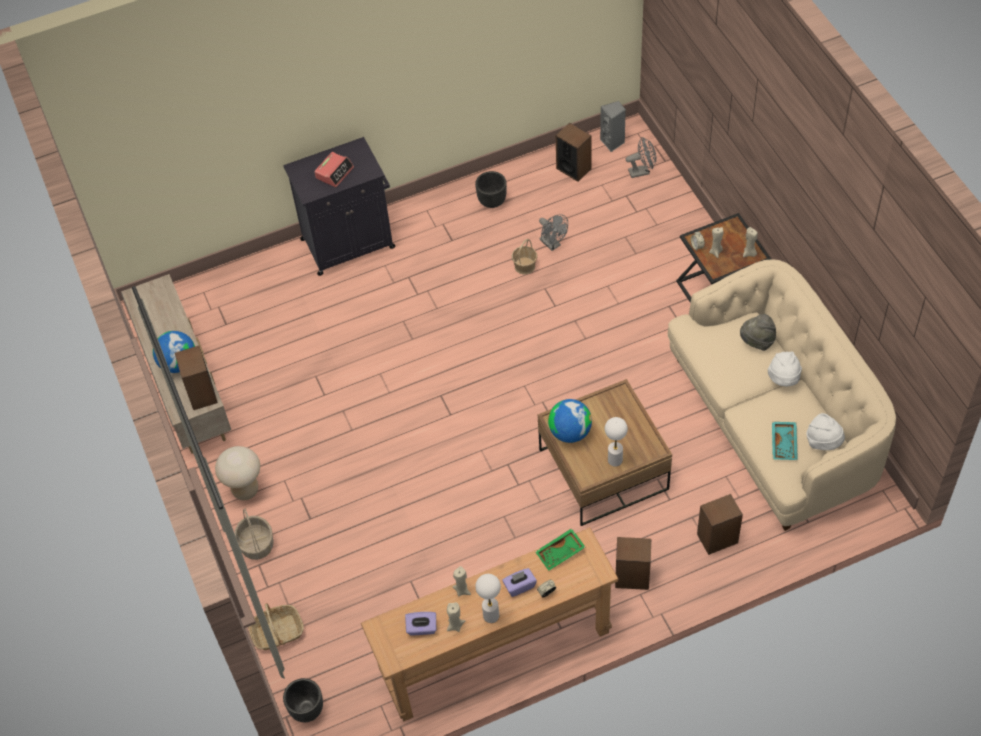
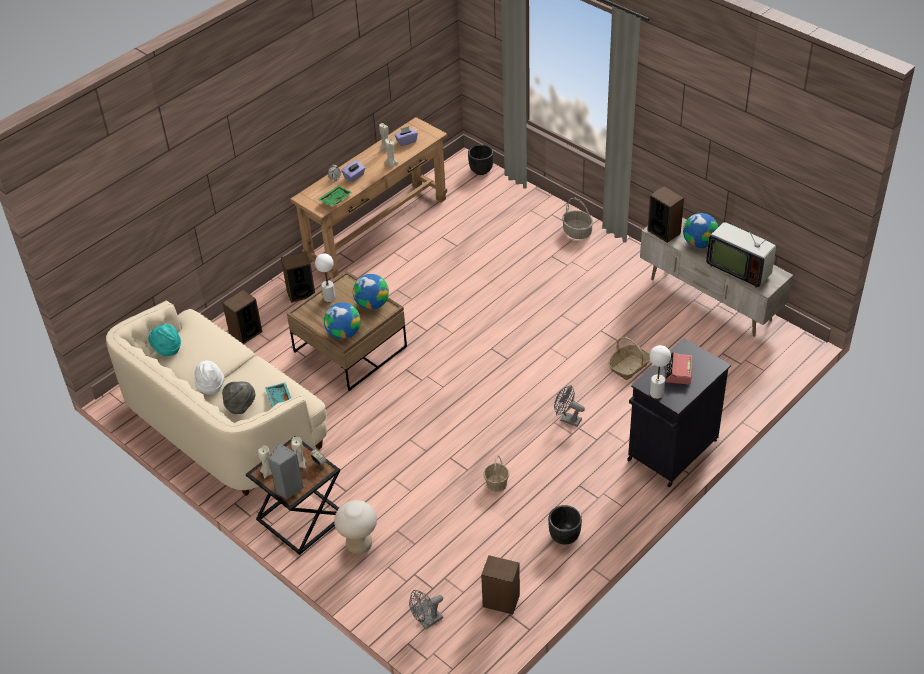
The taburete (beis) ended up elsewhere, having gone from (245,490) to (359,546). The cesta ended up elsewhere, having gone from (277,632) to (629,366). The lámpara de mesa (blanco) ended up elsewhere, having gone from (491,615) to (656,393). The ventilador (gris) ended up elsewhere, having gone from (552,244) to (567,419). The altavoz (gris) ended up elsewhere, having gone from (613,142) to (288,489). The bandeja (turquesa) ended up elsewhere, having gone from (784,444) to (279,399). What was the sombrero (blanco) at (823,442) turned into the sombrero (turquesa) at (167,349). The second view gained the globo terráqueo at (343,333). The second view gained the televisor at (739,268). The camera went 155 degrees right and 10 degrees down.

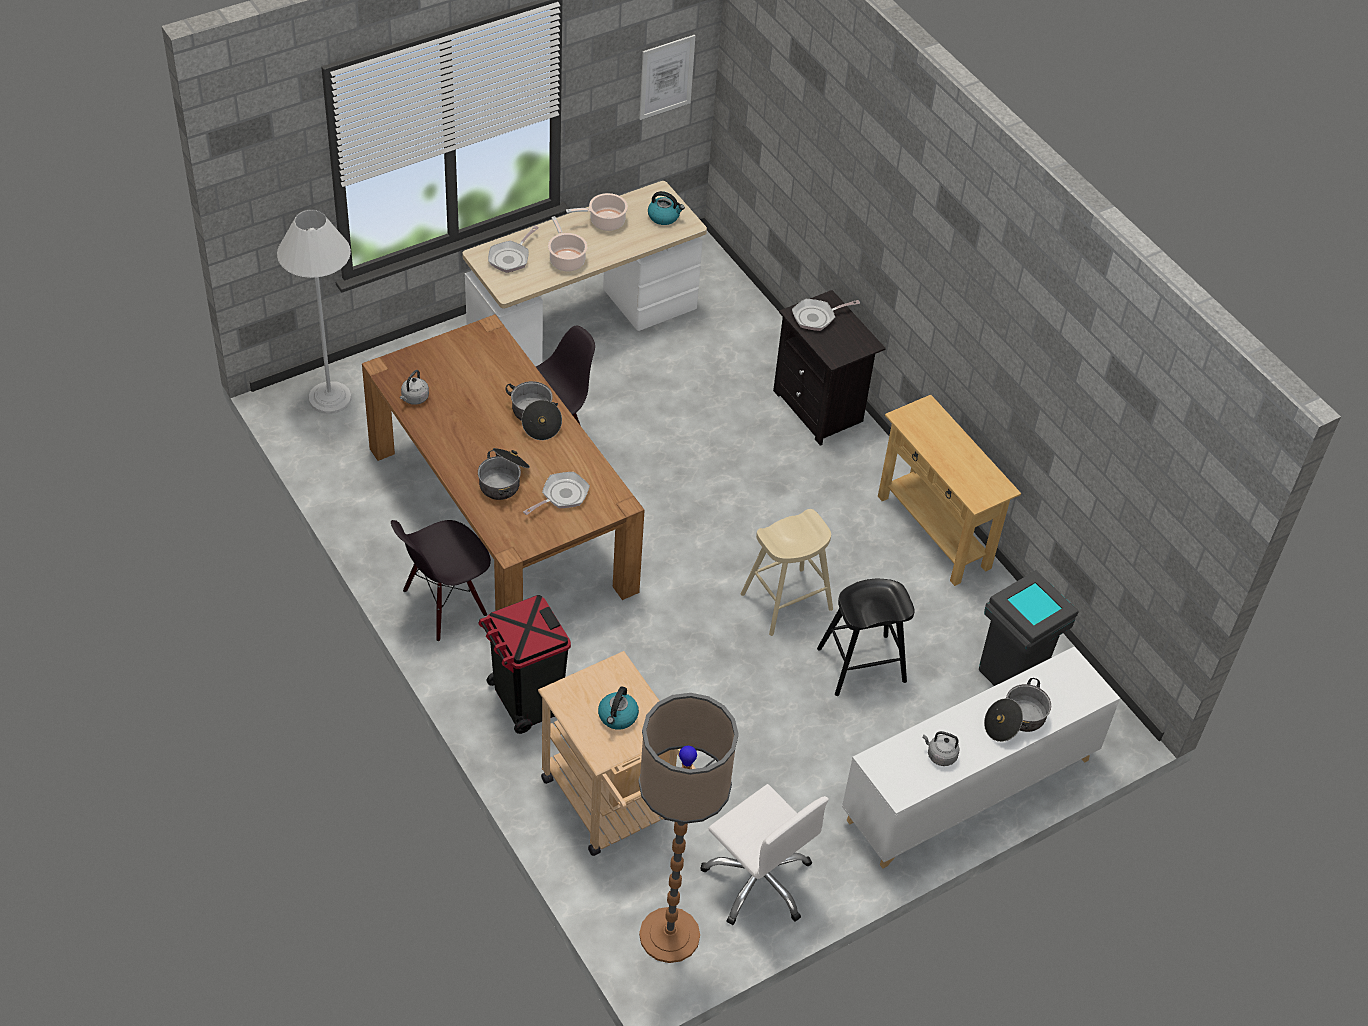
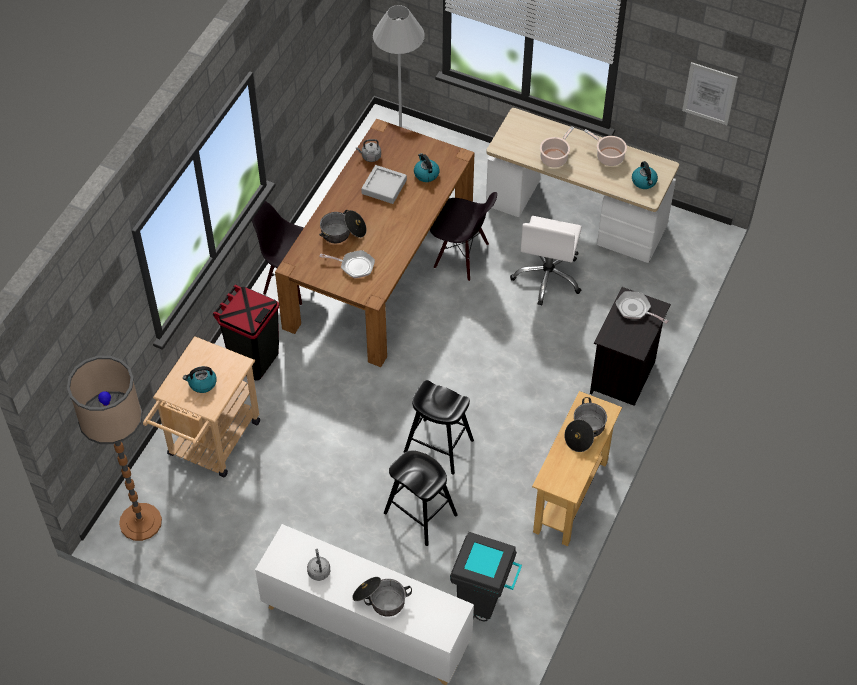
The second view lost the sartén at (511,257). The olla ended up elsewhere, having gone from (535,418) to (585,431). The silla de oficina (blanco) ended up elsewhere, having gone from (758,880) to (548,277). What was the taburete (beis) at (786,601) turned into the taburete (negro) at (439,446). The second view gained the bandeja (gris) at (384,187). The second view gained the hervidor at (426,174). The camera went 60 degrees right and 5 degrees up.

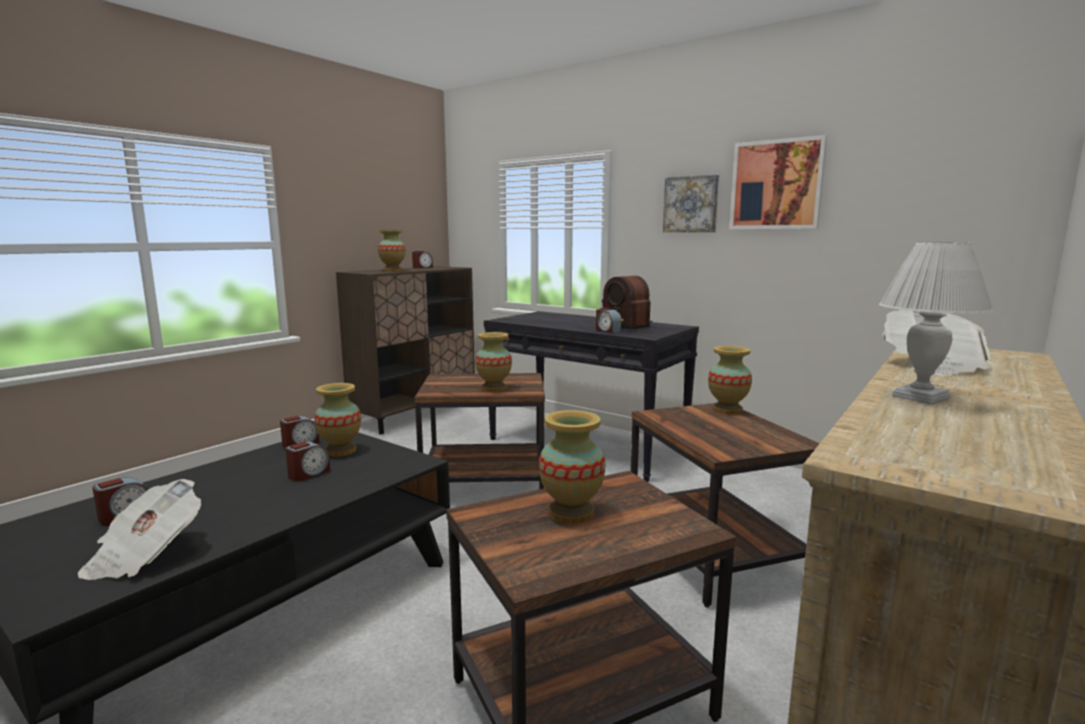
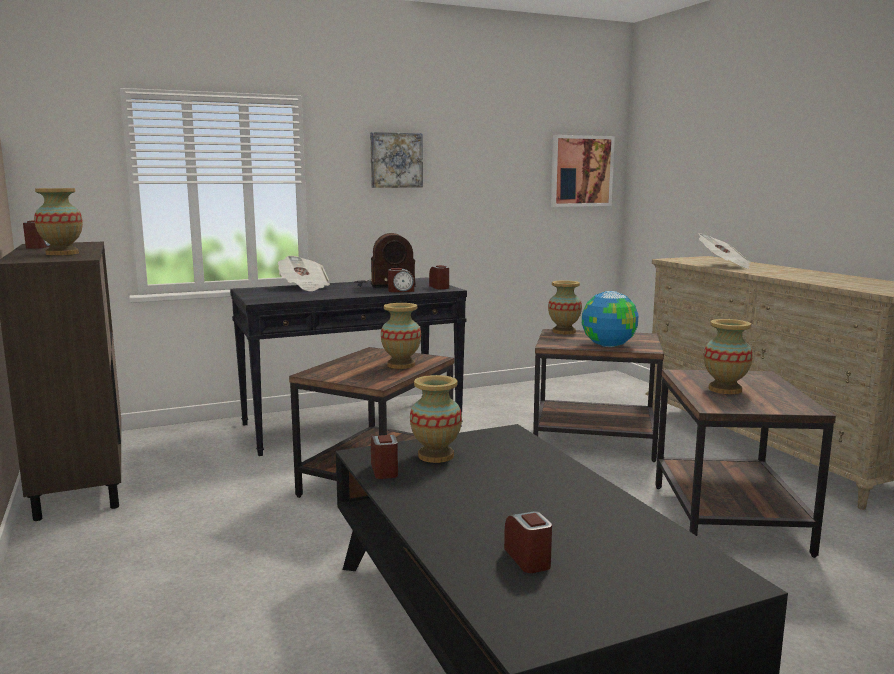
The periódico ended up elsewhere, having gone from (145,555) to (304,287). The despertador ended up elsewhere, having gone from (308,474) to (439,287). The cuadro ended up elsewhere, having gone from (776,185) to (581,171). The second view lost the lámpara de mesa (blanco) at (920,397). The second view gained the globo terráqueo at (607,345). The camera went 60 degrees left and 0 degrees up.

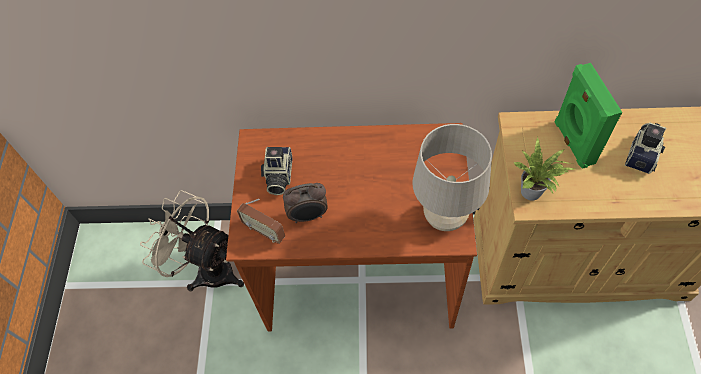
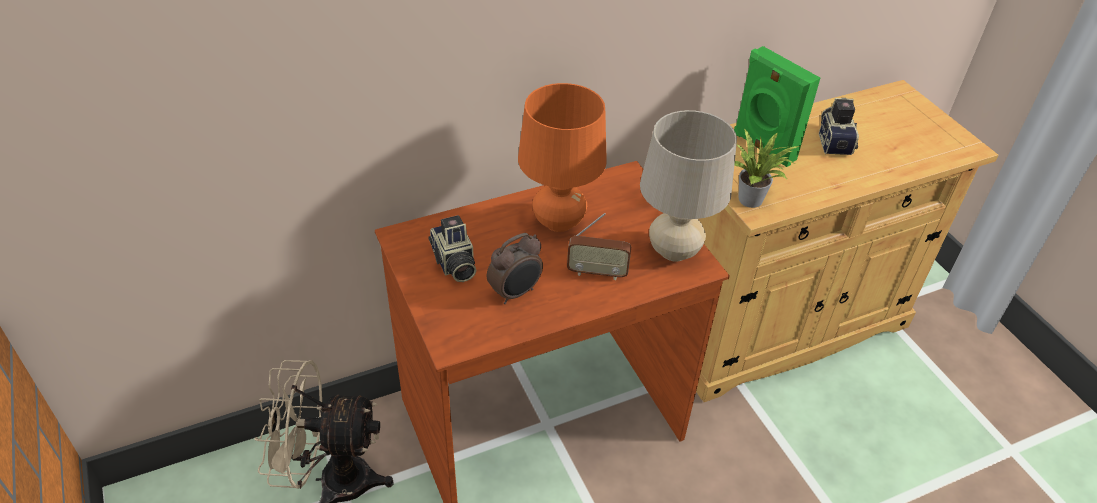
The radio ended up elsewhere, having gone from (264,231) to (597,272). The second view gained the lámpara de mesa (naranja) at (558,222). The camera went 30 degrees left and 15 degrees down.

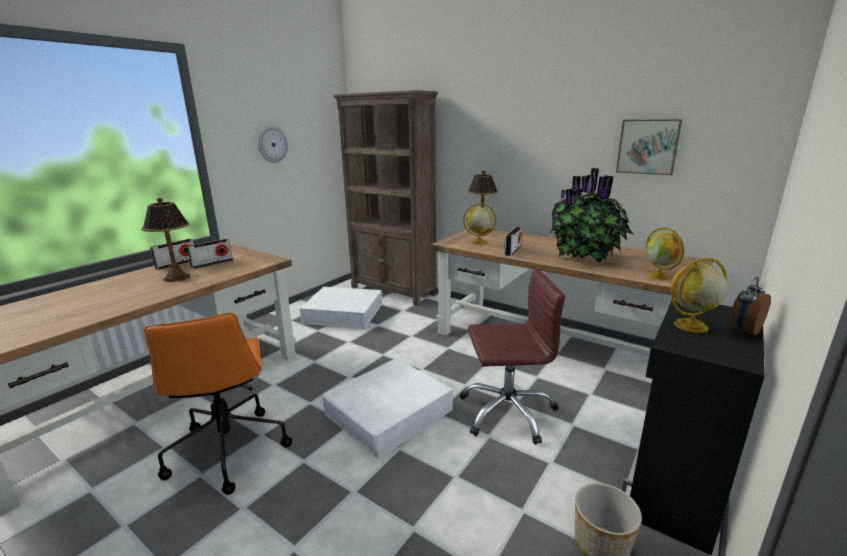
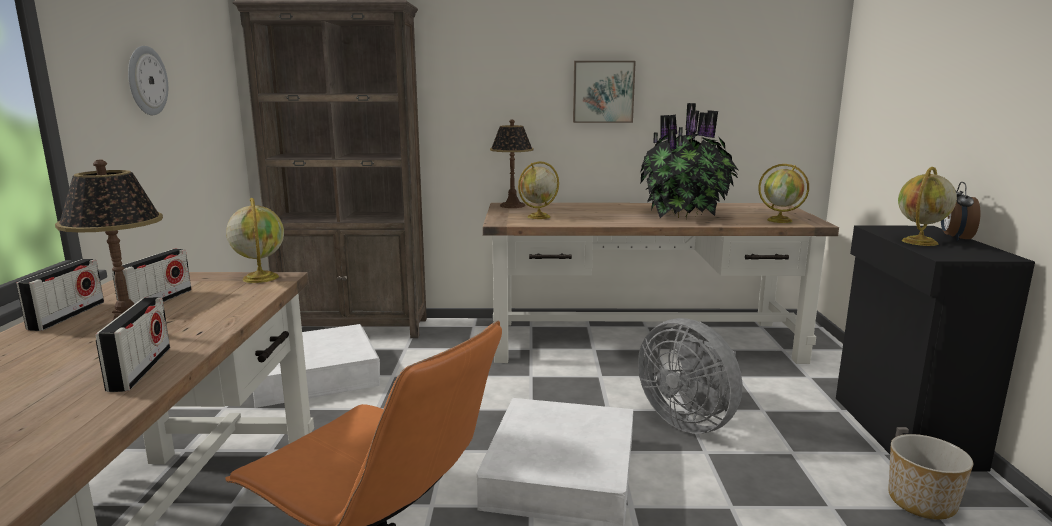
Where the silla de oficina (marrón) stood at (507,411), the ventilador (gris) came to stand at (689,421). The radio ended up elsewhere, having gone from (512,250) to (140,369). The cuadro ended up elsewhere, having gone from (648,146) to (603,92). The second view gained the globo terráqueo at (260,277). The camera went 35 degrees left and 5 degrees down.

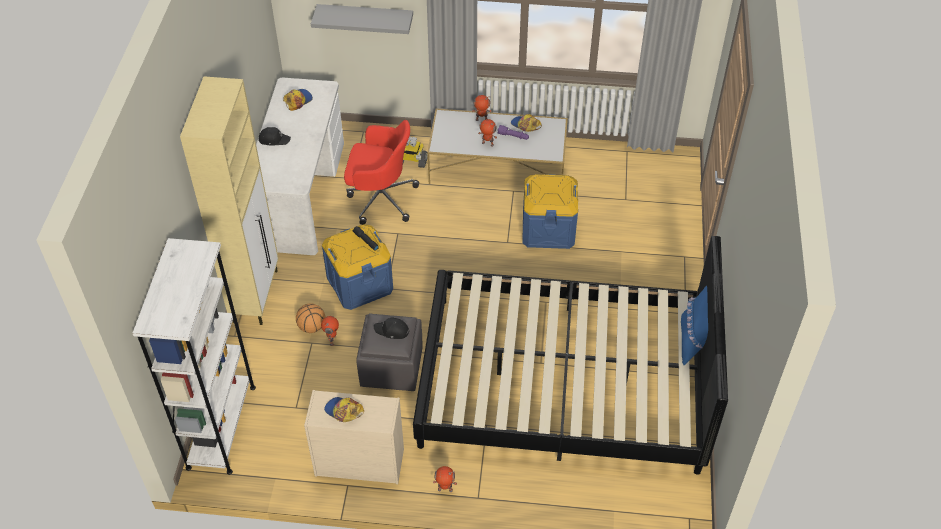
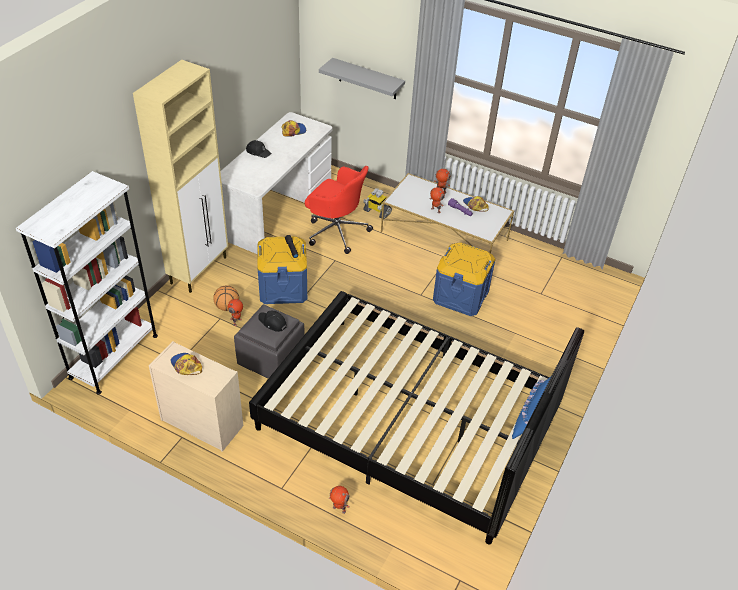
The robot de juguete ended up elsewhere, having gone from (445,490) to (338,510). The camera went 20 degrees right and 5 degrees down.

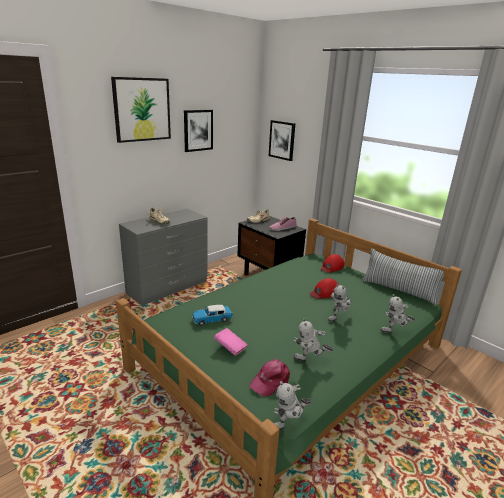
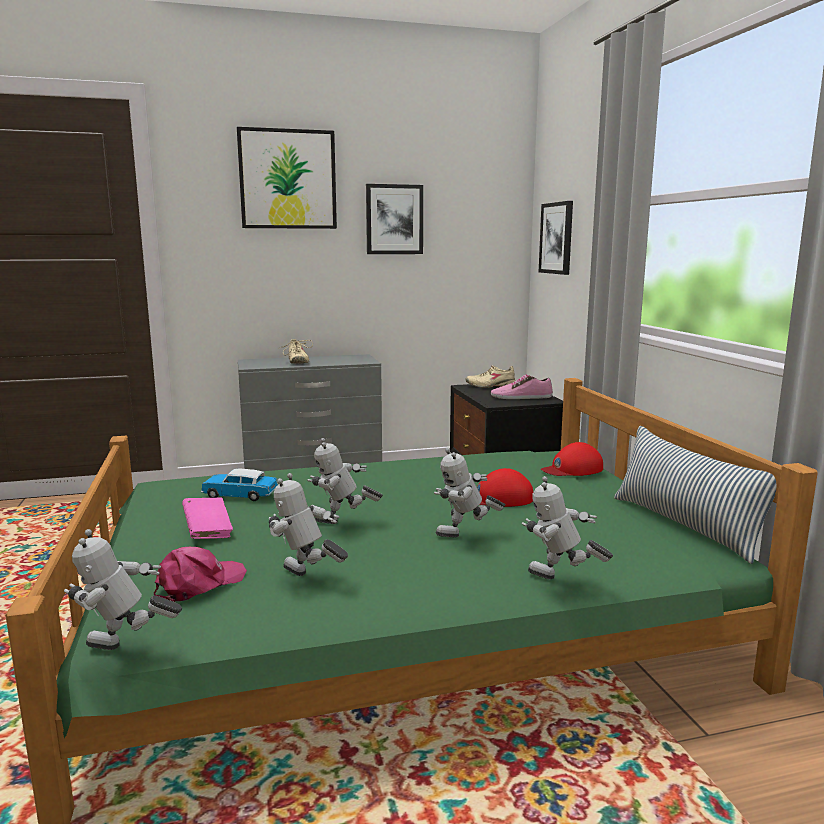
The gorra (rosa) at (270,380) ended up facing another way, 150 degrees clockwise from before. The second view gained the robot de juguete at (343,524). The camera went 30 degrees right and 10 degrees down.

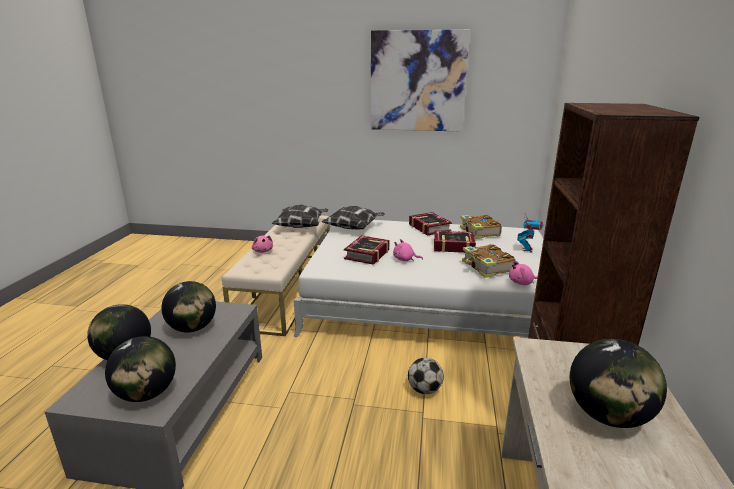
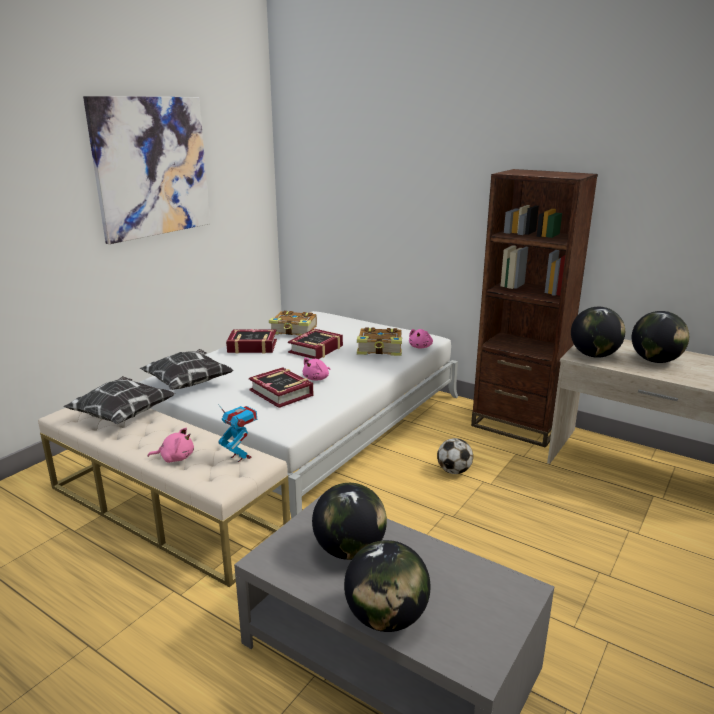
The globo terráqueo ended up elsewhere, having gone from (147,393) to (594,355). The robot de juguete ended up elsewhere, having gone from (527,250) to (240,457). The camera went 65 degrees left and 0 degrees up.

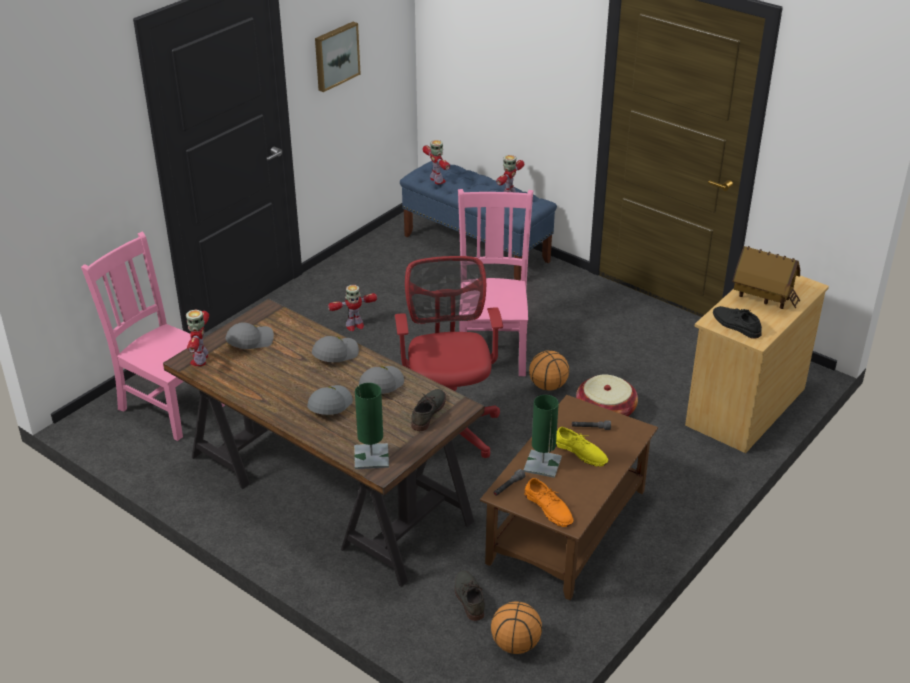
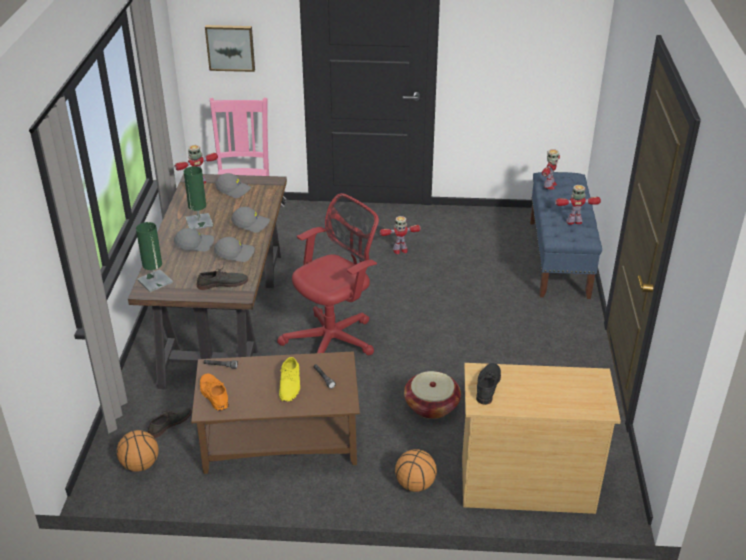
The cuadro ended up elsewhere, having gone from (335,55) to (230,47). The robot de juguete at (354,326) ended up facing another way, 45 degrees counterclockwise from before. The second view lost the silla (rosa) at (492,349). The lámpara de mesa (verde) ended up elsewhere, having gone from (542,464) to (199,222). The zapato (naranja) at (549,508) ended up facing another way, 135 degrees clockwise from before. The balón de baloncesto ended up elsewhere, having gone from (548,385) to (415,484). The second view lost the casita at (763,298). The camera went 55 degrees right and 0 degrees up.

